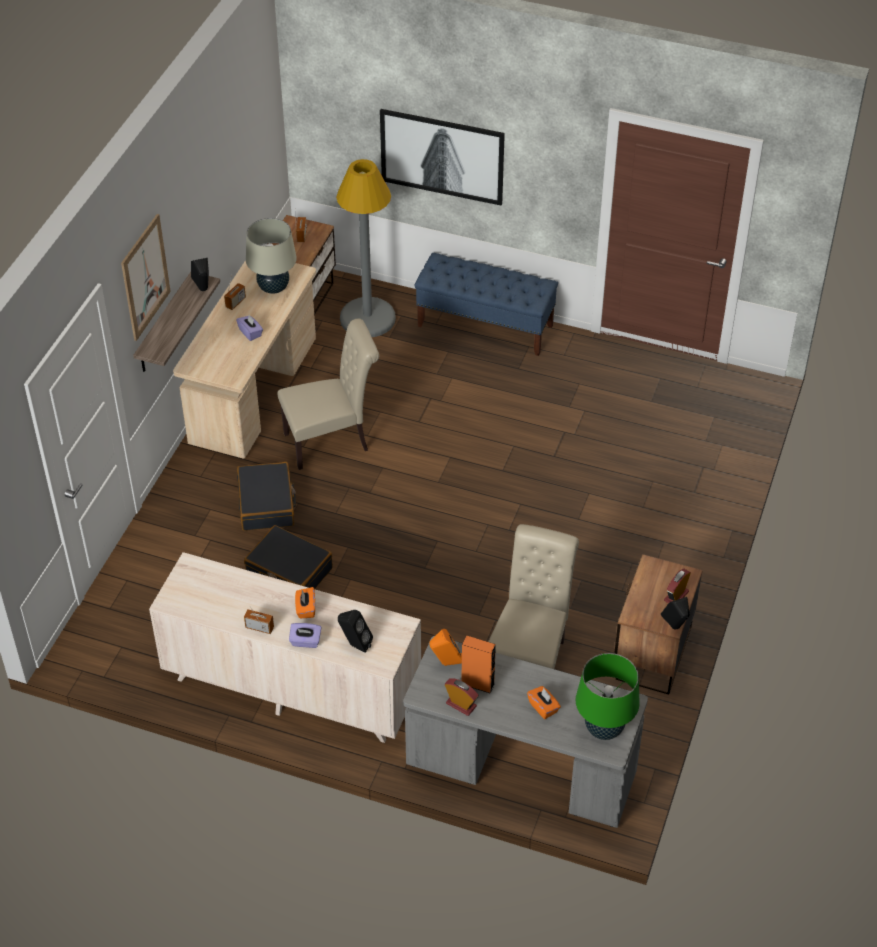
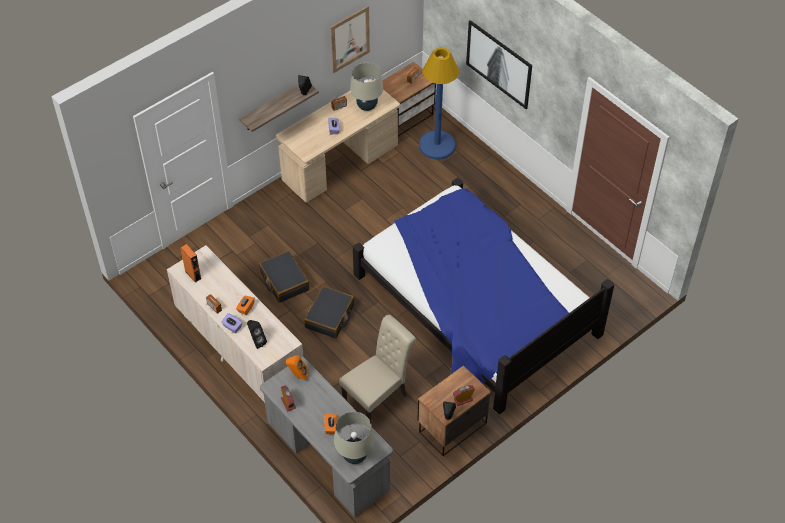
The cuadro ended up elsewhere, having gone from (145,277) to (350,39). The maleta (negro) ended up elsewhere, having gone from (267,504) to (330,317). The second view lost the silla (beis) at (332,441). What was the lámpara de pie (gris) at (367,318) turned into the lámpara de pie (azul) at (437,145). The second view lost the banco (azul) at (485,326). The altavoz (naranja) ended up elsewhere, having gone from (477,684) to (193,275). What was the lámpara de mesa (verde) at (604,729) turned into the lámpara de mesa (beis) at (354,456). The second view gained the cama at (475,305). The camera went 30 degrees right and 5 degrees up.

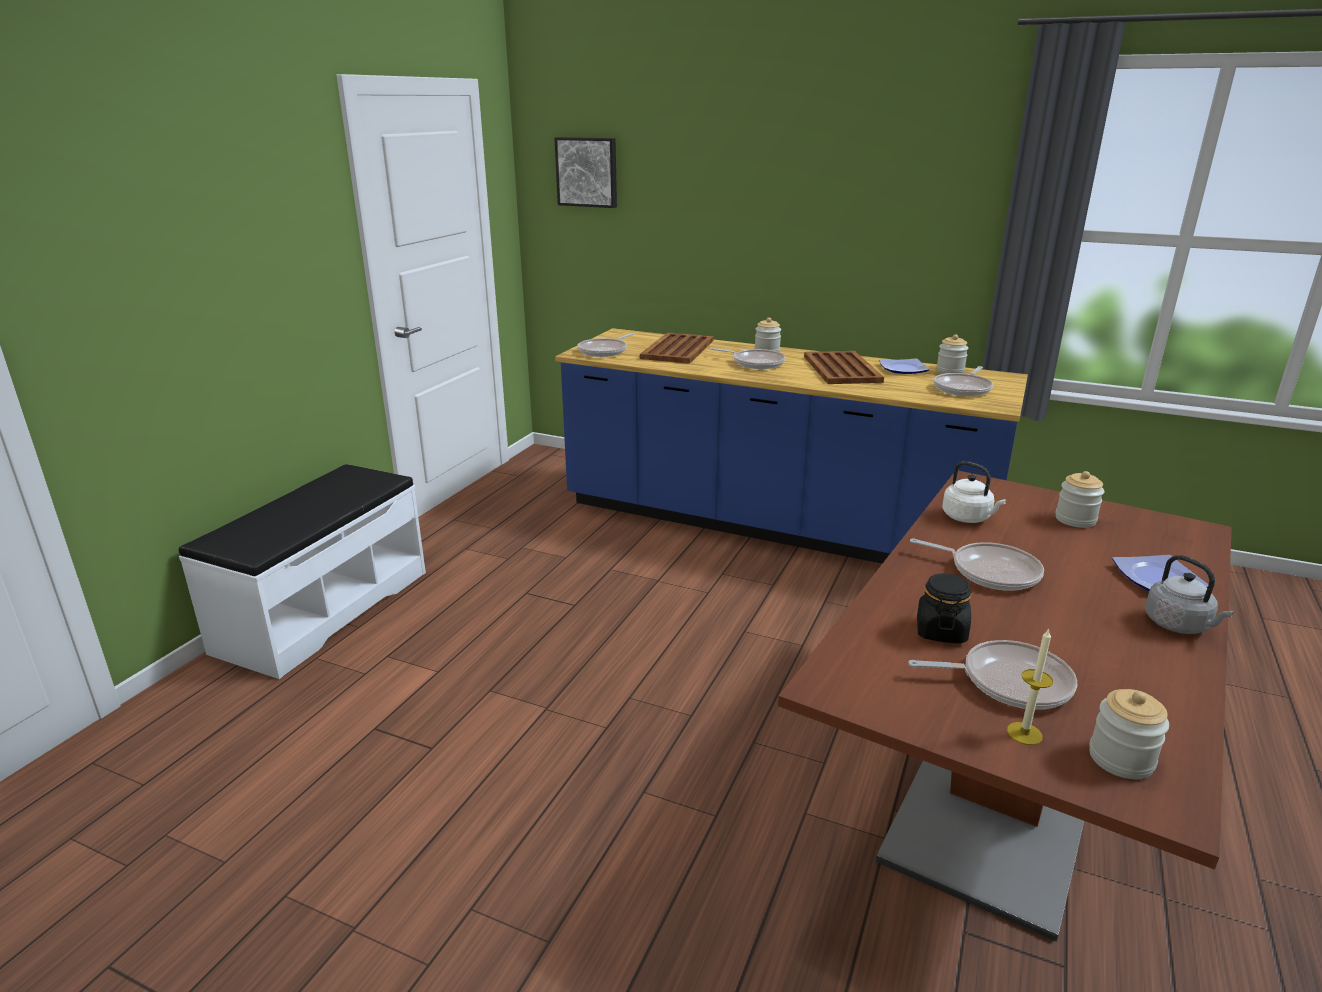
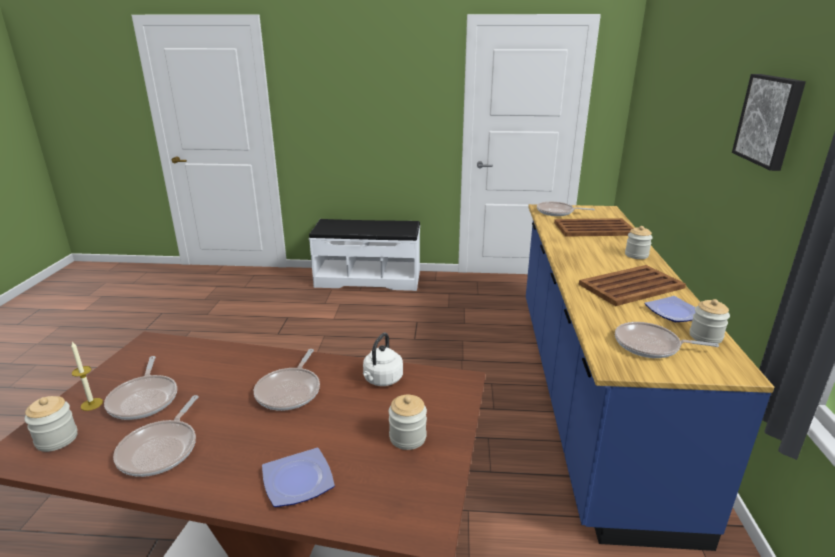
The cuadro ended up elsewhere, having gone from (587,172) to (770,120). The sartén ended up elsewhere, having gone from (755,363) to (161,449). The second view lost the tarro (negro) at (941,631). The second view lost the hervidor (gris) at (1179,625). The camera went 70 degrees right and 0 degrees up.

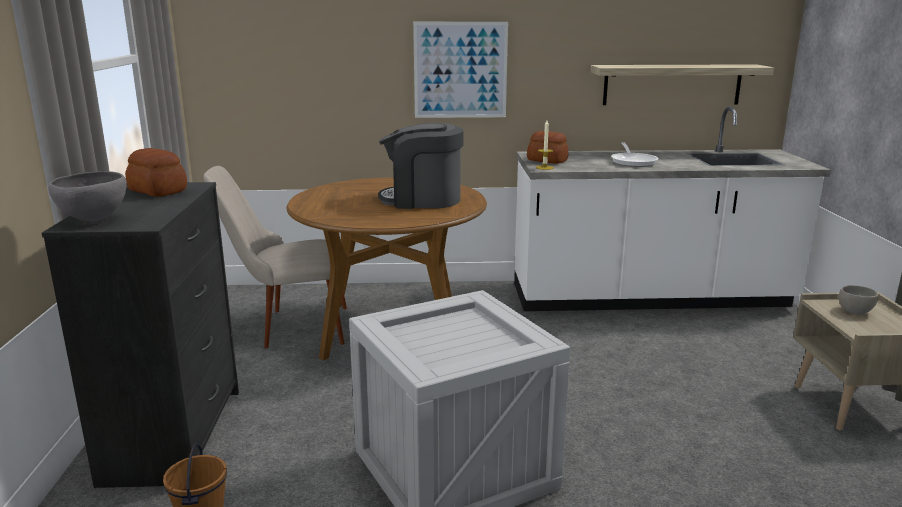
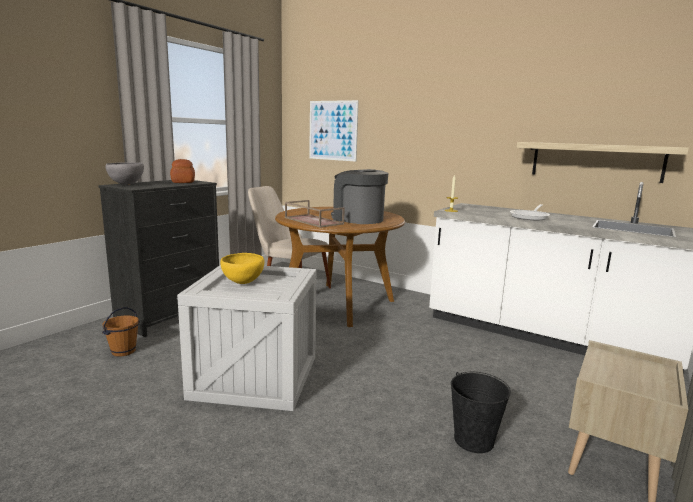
The cuadro ended up elsewhere, having gone from (460,70) to (333,130). The second view lost the pan at (547,160). The second view lost the cuenco (gris) at (854,311). The second view gained the cuenco (amarillo) at (243,283). The second view gained the bandeja (marrón) at (312,221). The second view gained the cubo (negro) at (473,440). The camera went 35 degrees right and 5 degrees down.

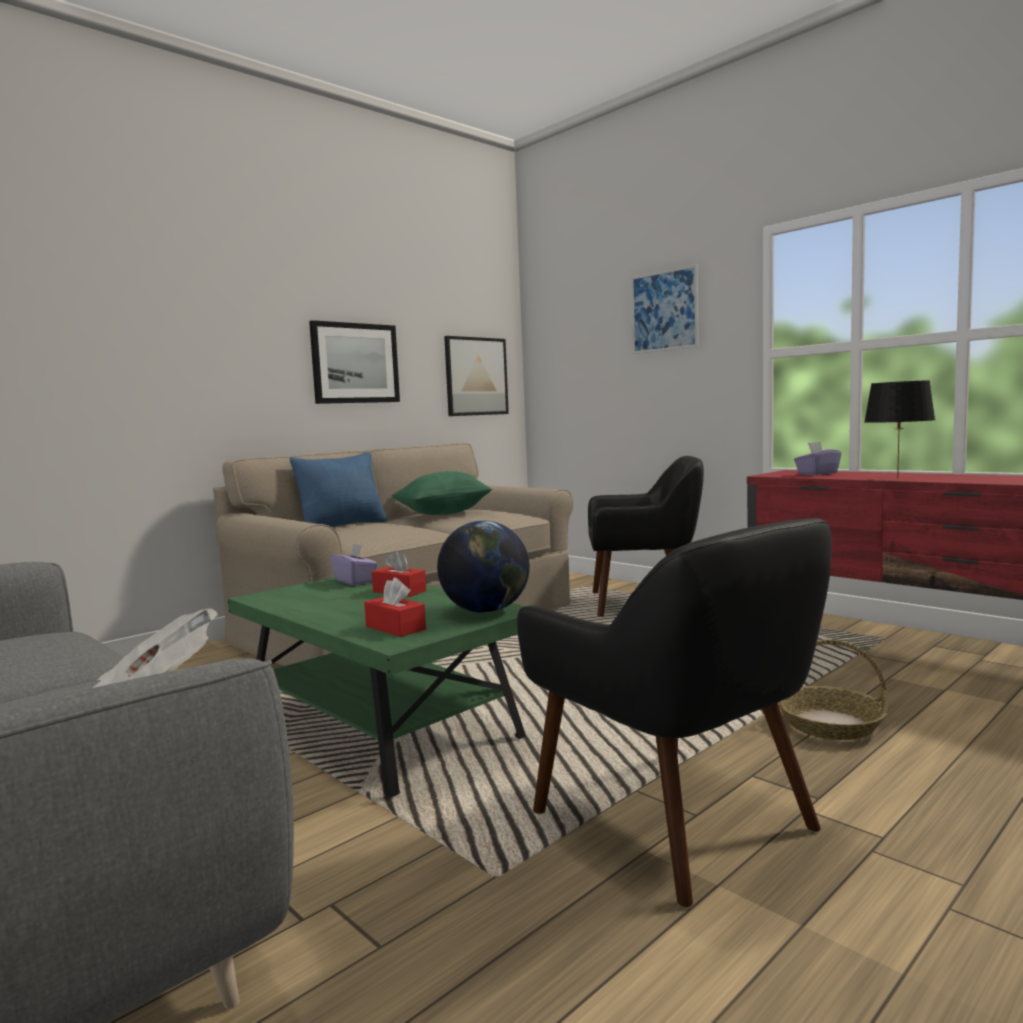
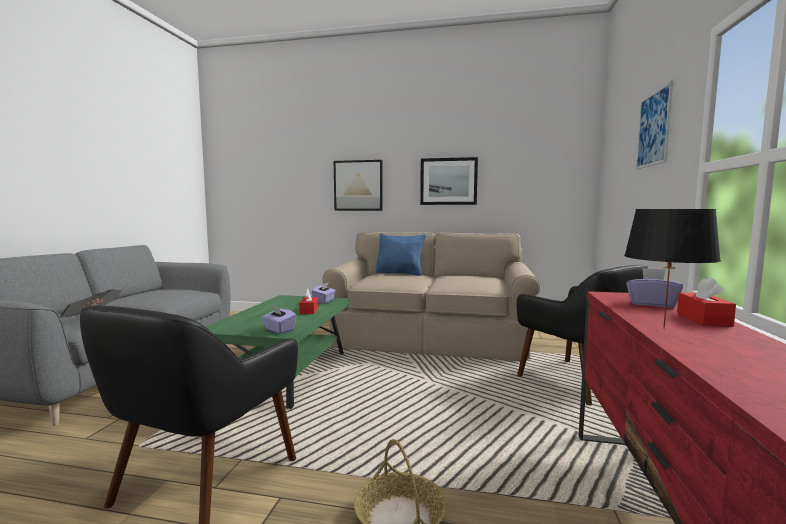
The caja de pañuelos (rojo) ended up elsewhere, having gone from (395,628) to (703,319). The second view lost the cojín (verde) at (443,514). Where the globo terráqueo stood at (486,611), the caja de pañuelos (morado) came to stand at (279,330). The cuadro ended up elsewhere, having gone from (476,376) to (358,185). The camera went 55 degrees right and 0 degrees up.

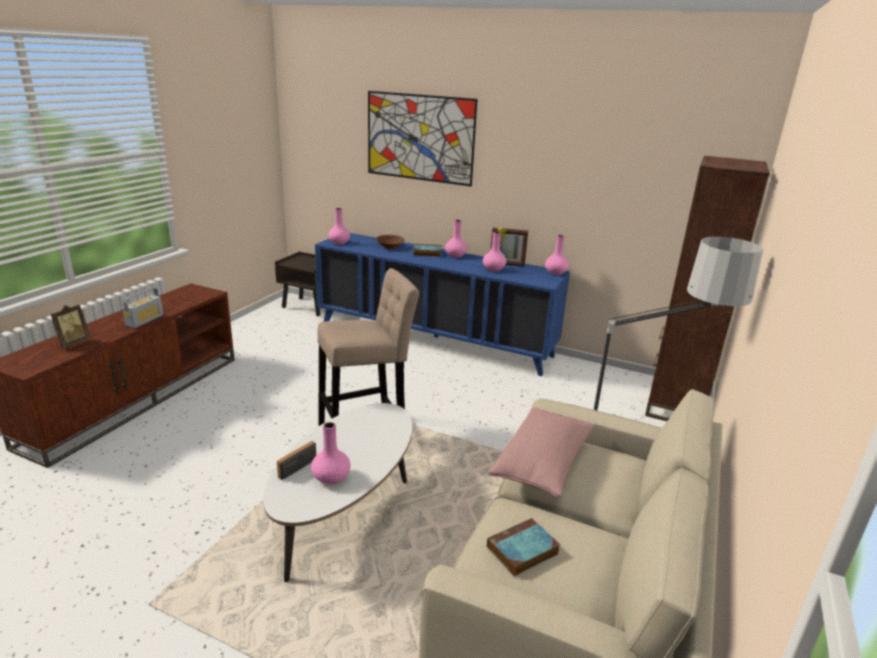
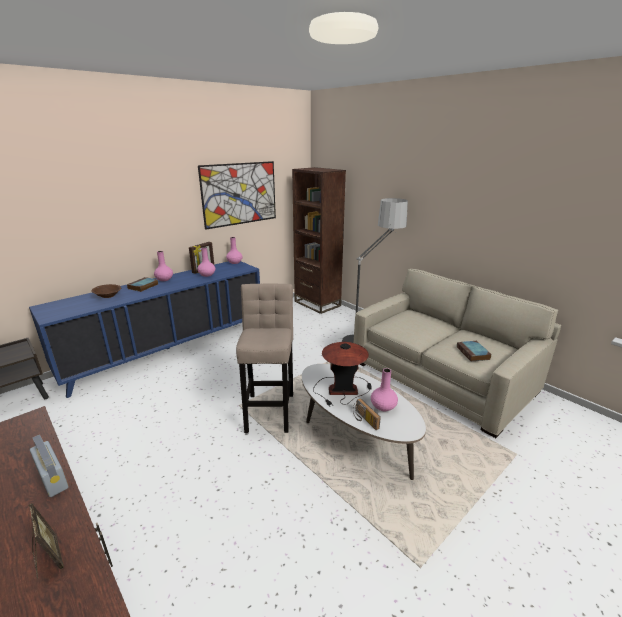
The second view lost the florero (rosa) at (339,243). The cuadro ended up elsewhere, having gone from (419,138) to (240,194). The second view lost the cojín (rosa) at (542,464). The second view gained the lámpara de mesa at (342,390). The camera went 65 degrees left and 0 degrees up.

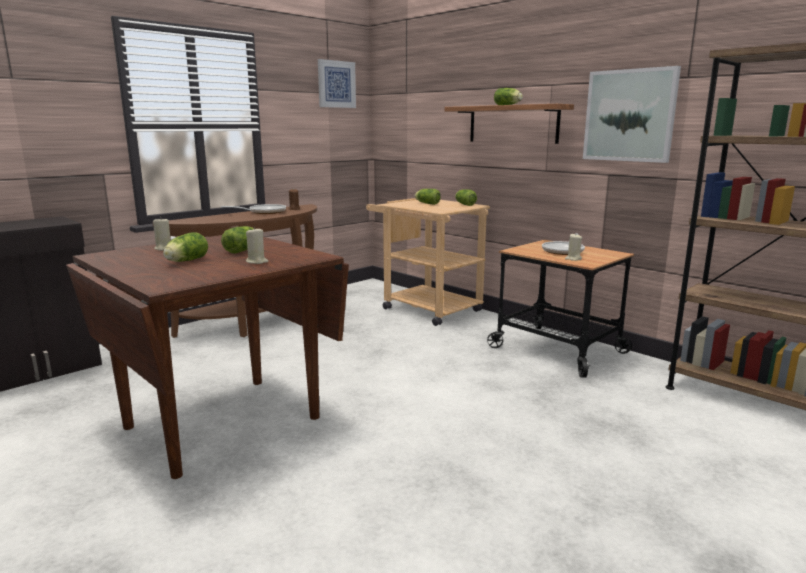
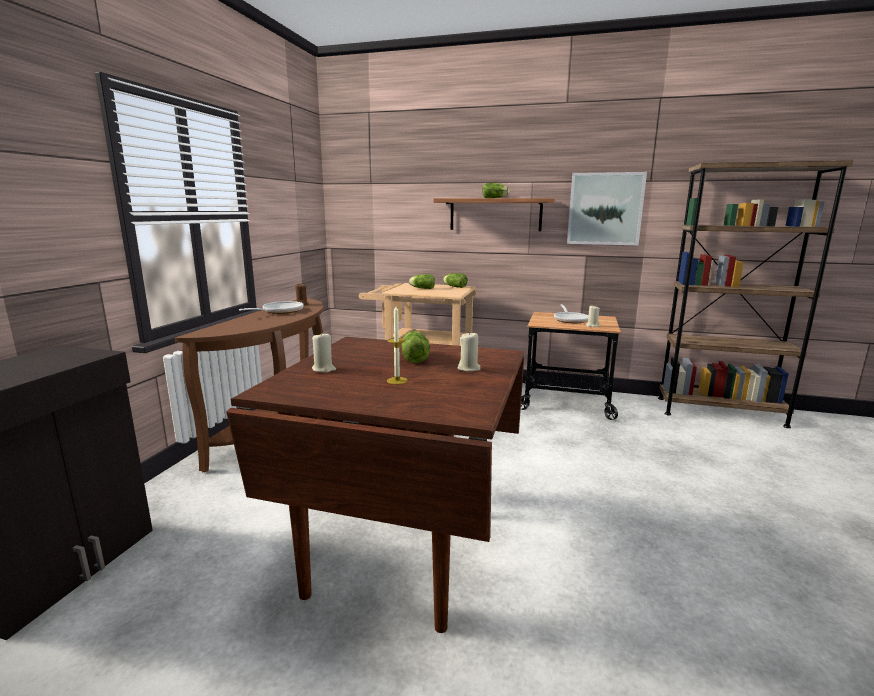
Where the lechuga stood at (185,261), the vela came to stand at (397,380). The second view lost the cuadro at (336,84). The camera went 30 degrees left and 0 degrees up.

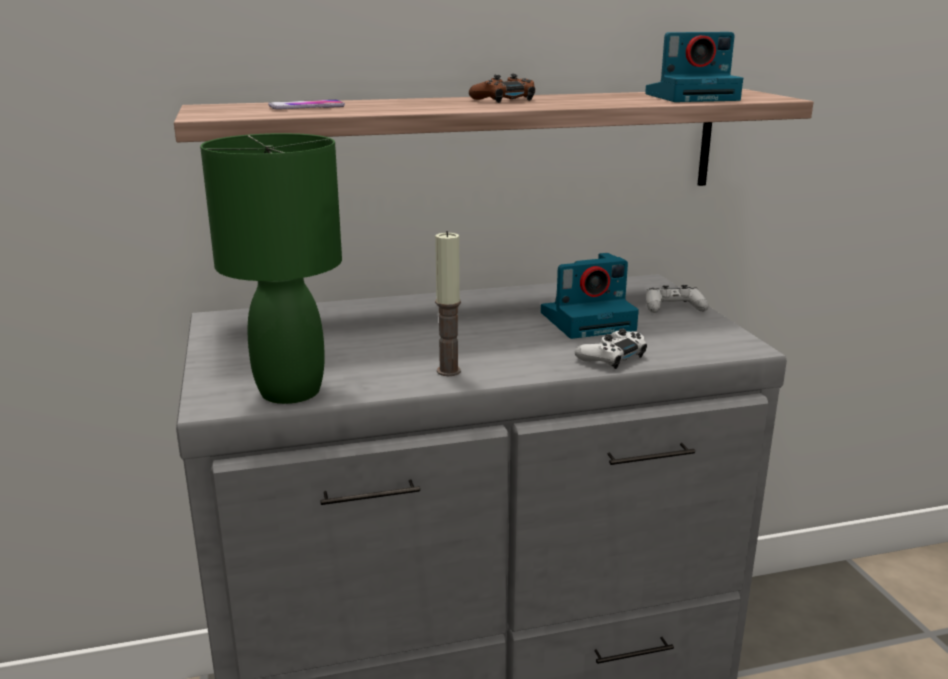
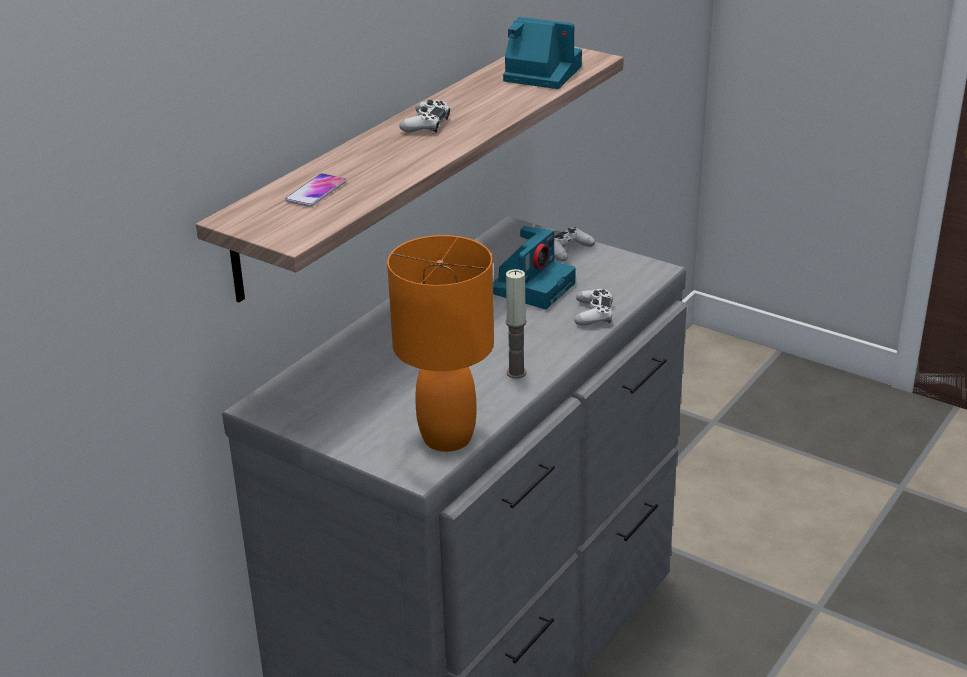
What was the lámpara de mesa (verde) at (289,391) turned into the lámpara de mesa (naranja) at (446,438). What was the mando de consola (marrón) at (503,100) turned into the mando de consola (blanco) at (426,124). The cámara at (693,97) ended up facing another way, 105 degrees counterclockwise from before. The camera went 40 degrees left and 10 degrees up.

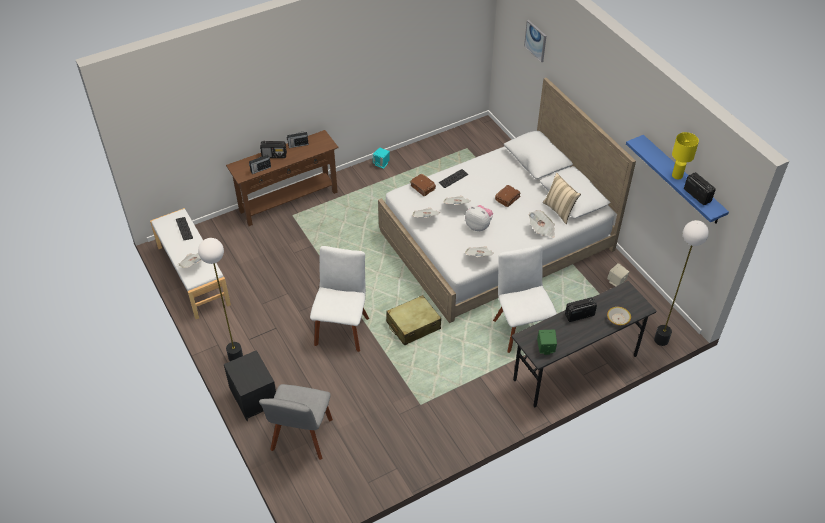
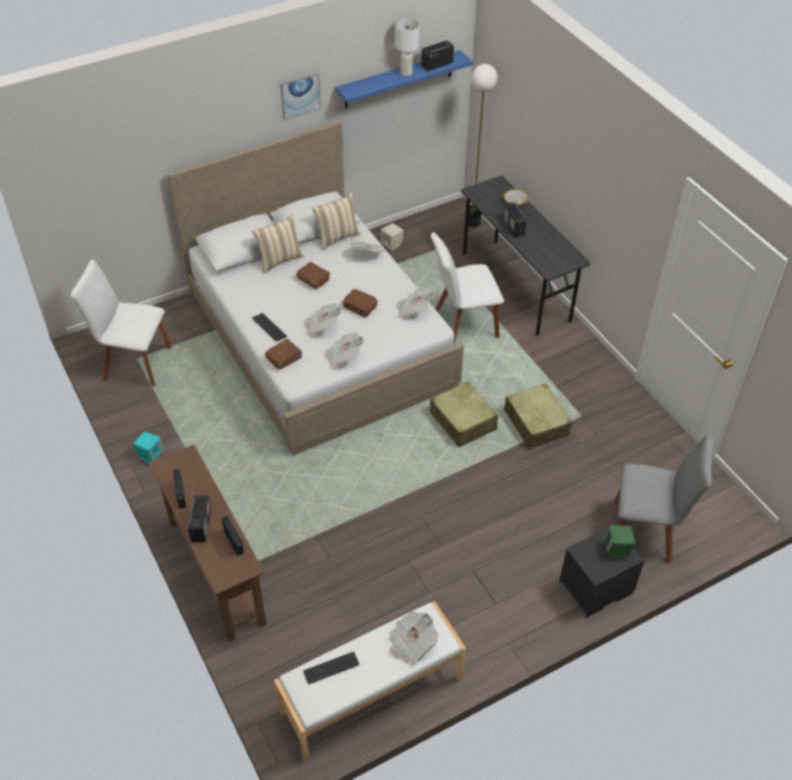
The second view lost the lámpara de pie at (236,357). The silla (blanco) ended up elsewhere, having gone from (342,328) to (134,362). Where the peluche stood at (478,226), the libro (marrón) came to stand at (360,307). The cuadro ended up elsewhere, having gone from (536,40) to (300,95). The altavoz (verde) ended up elsewhere, having gone from (545,348) to (617,549). What was the lámpara de mesa (amarillo) at (677,175) turned into the lámpara de mesa (blanco) at (406,72). The second view gained the cojín (beis) at (279,260). The second view gained the maleta (beis) at (536,423). The camera went 90 degrees left and 0 degrees up.

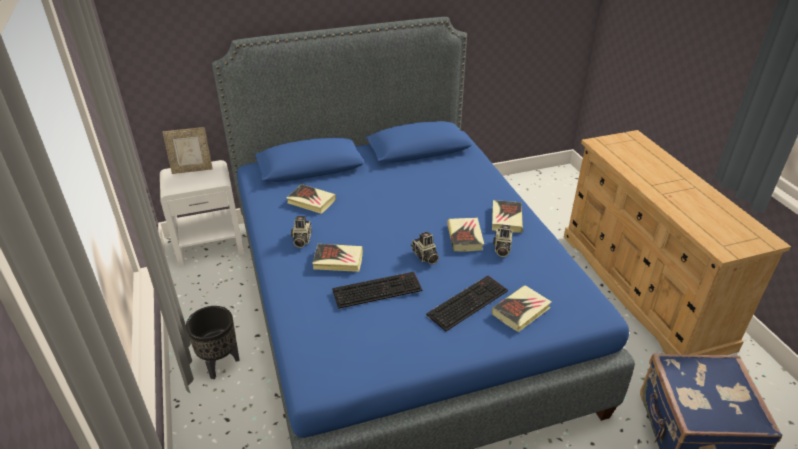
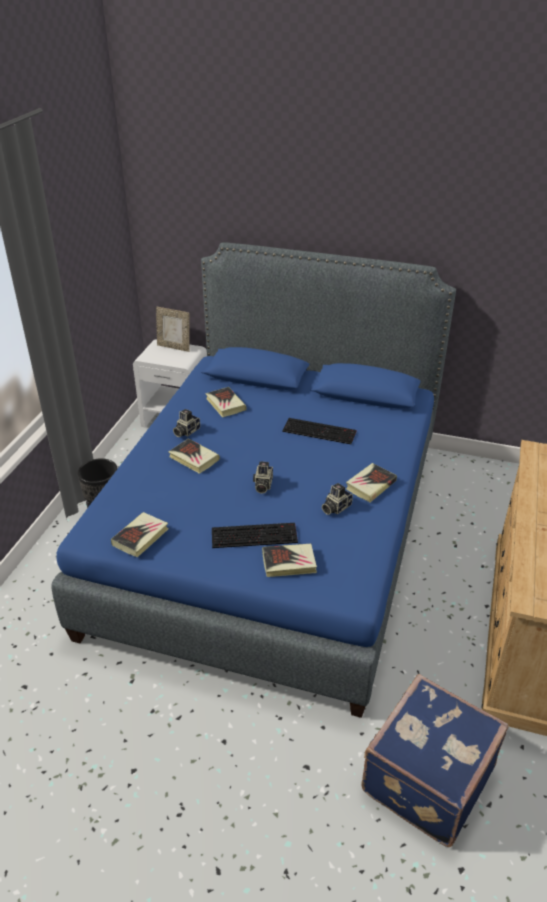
The teclado ended up elsewhere, having gone from (378,289) to (320,431). The libro ended up elsewhere, having gone from (465,237) to (141,537). The camera went 35 degrees right and 0 degrees up.

